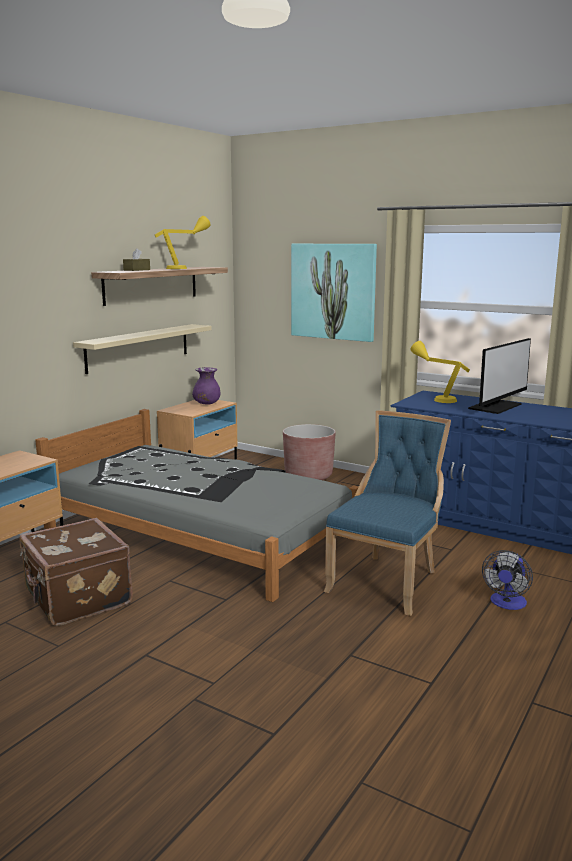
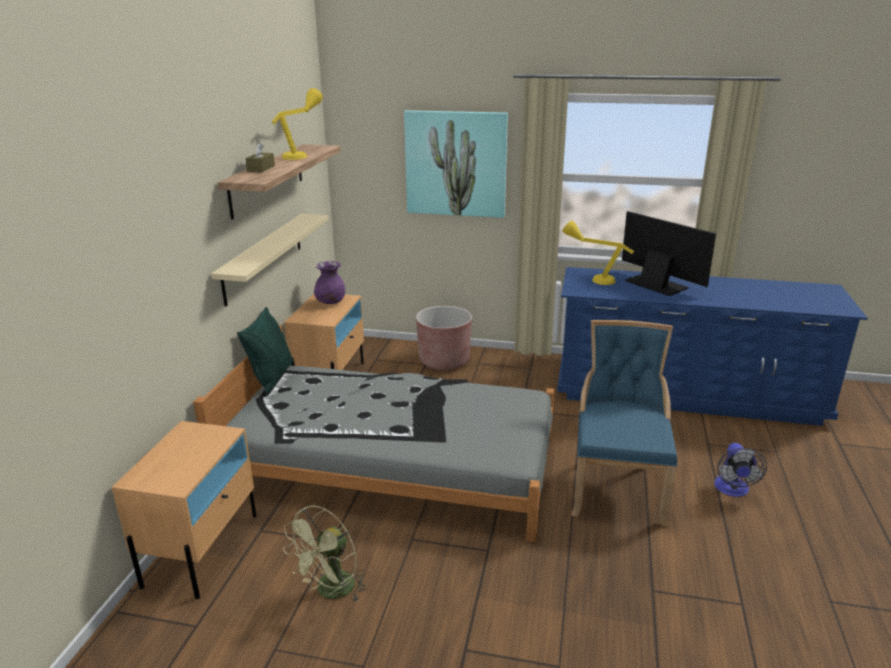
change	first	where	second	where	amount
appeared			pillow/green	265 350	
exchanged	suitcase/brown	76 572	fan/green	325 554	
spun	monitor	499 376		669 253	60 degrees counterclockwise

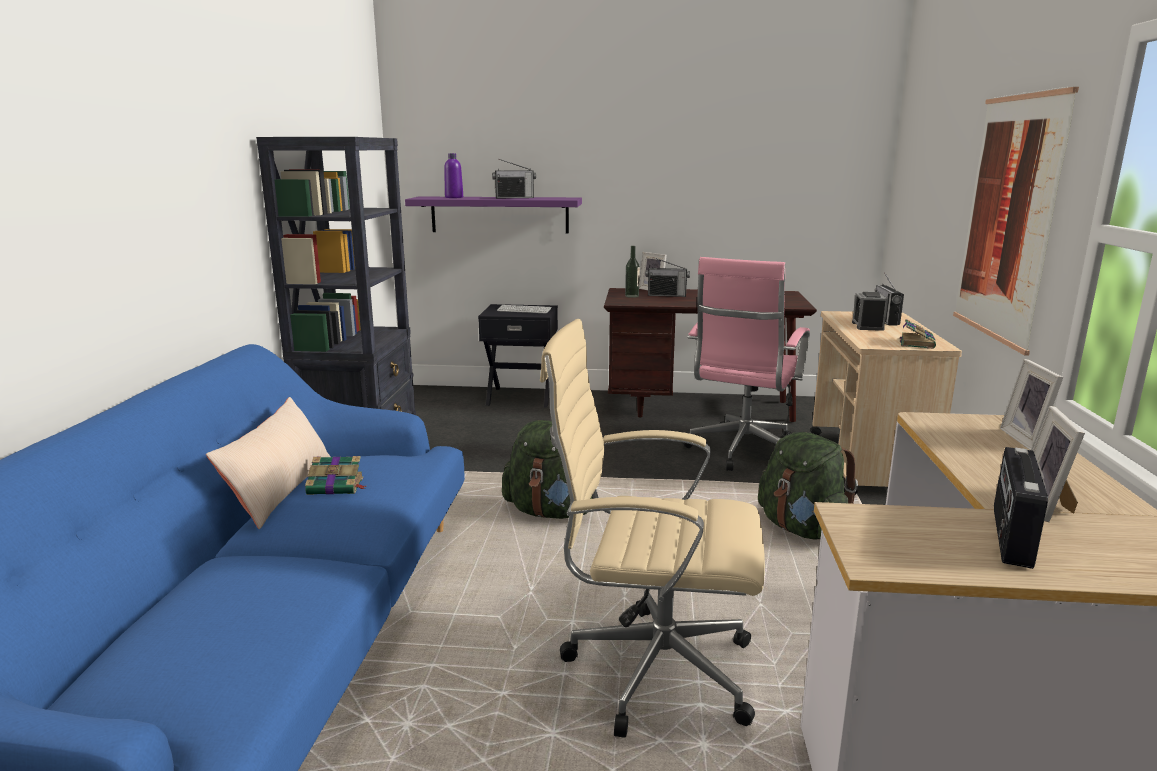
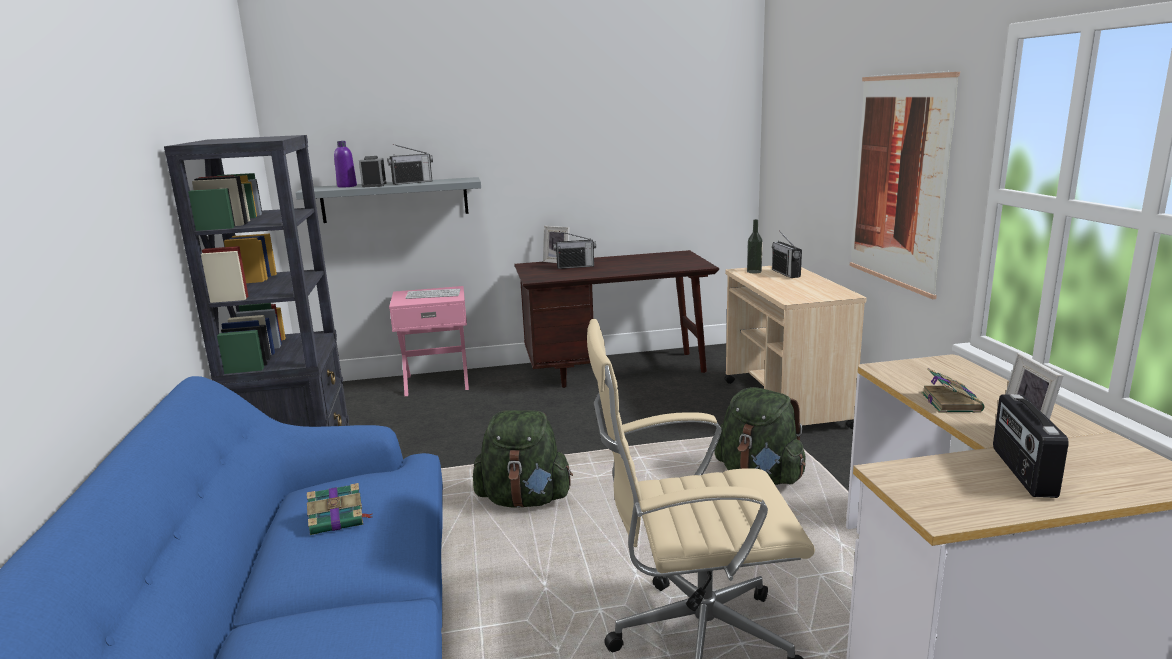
change	first	where	second	where	amount
colour	shelf/purple	493 215	shelf/grey	388 200	
relocated	alarm clock	870 311		373 171	
colour	nightstand/black	518 355	nightstand/pink	429 341	
relocated	bottle	632 272		755 246	
relocated	book	918 334		952 390	
missing	pillow/beige	268 463			
missing	office chair/pink	746 364			
missing	picture frame	1031 404			

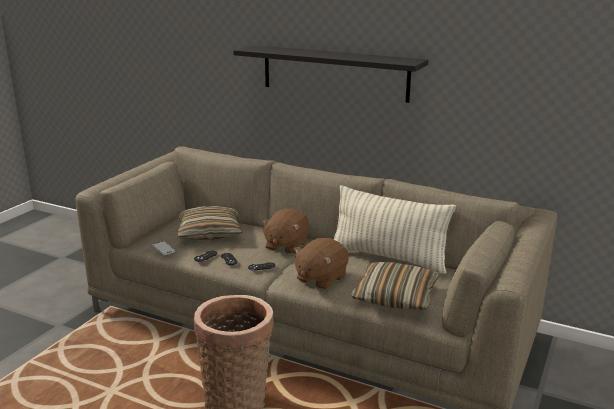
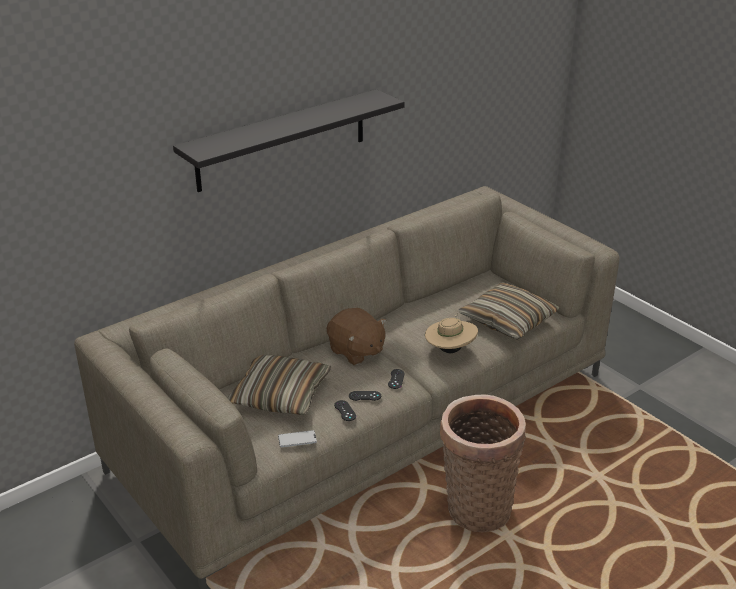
change	first	where	second	where	amount
exchanged	plush toy/brown	321 264	hat/beige	451 333	
missing	pillow	395 229			

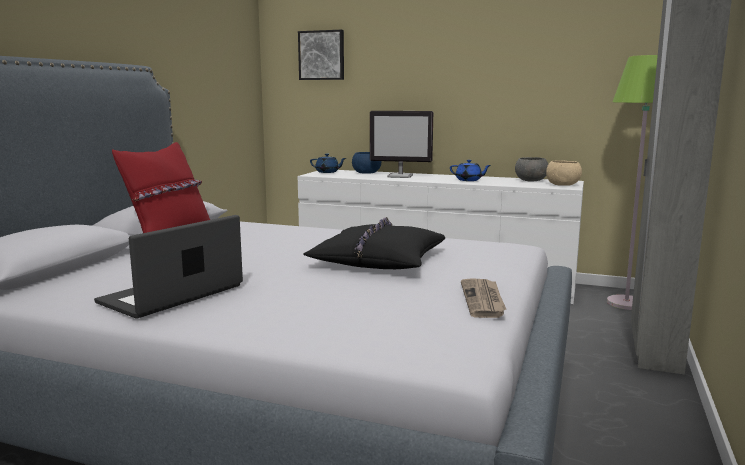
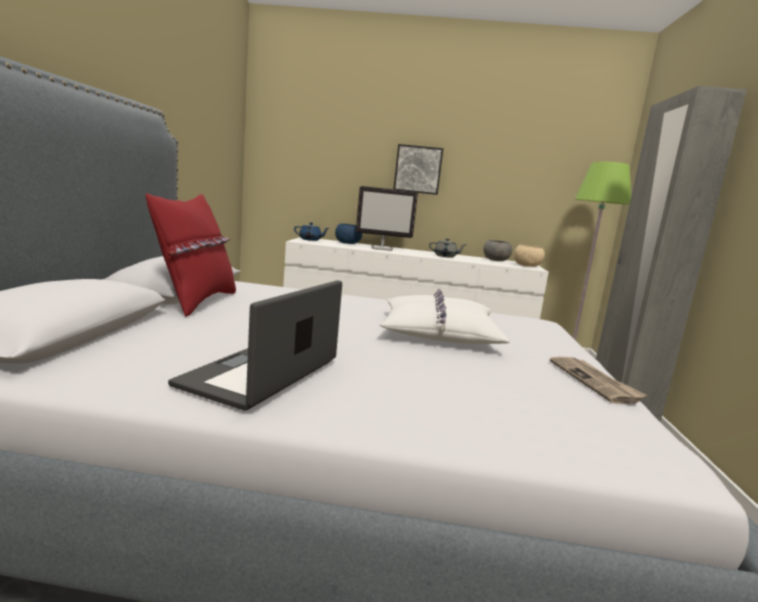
change	first	where	second	where	amount
colour	pillow/black	374 243	pillow/white	445 316	
relocated	picture	321 55		418 169	
colour	teapot/blue	470 170	teapot/grey	447 248	

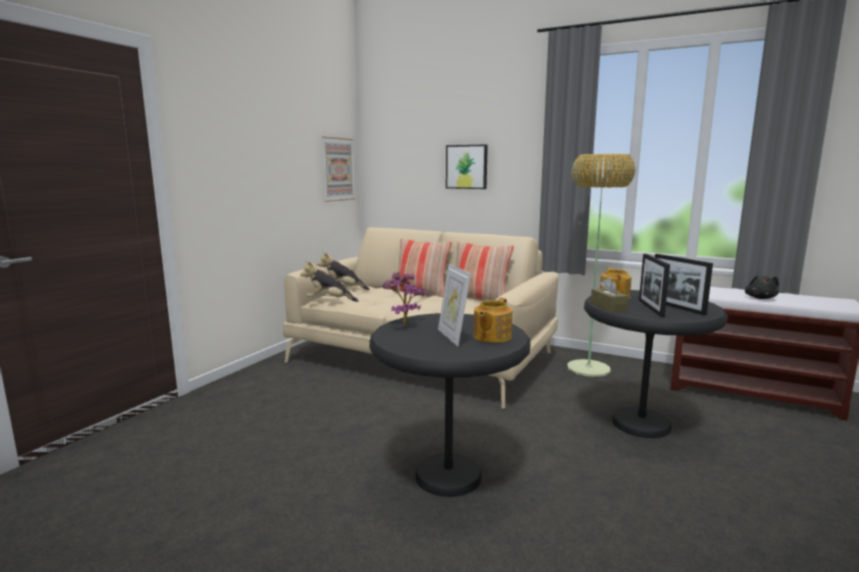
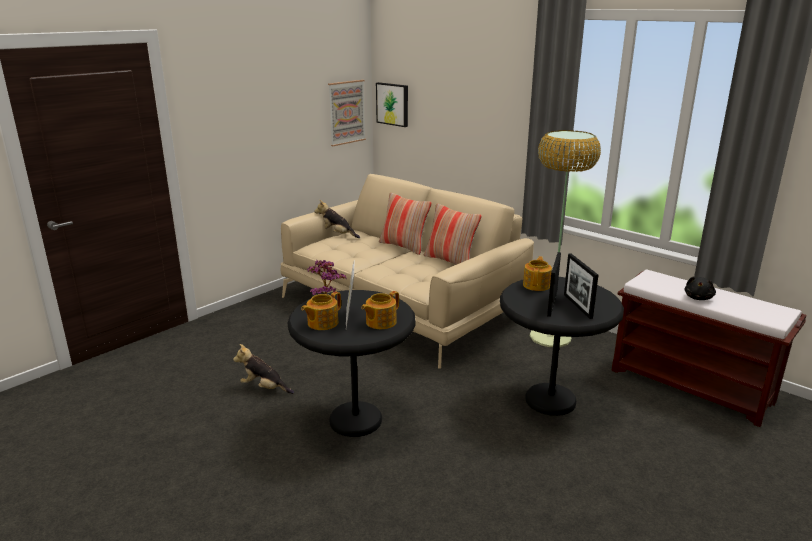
change	first	where	second	where	amount
relocated	plush toy	329 281		263 369	
appeared			teapot	321 311	
relocated	picture	467 166		392 104	
missing	tissue box/brown	610 295			

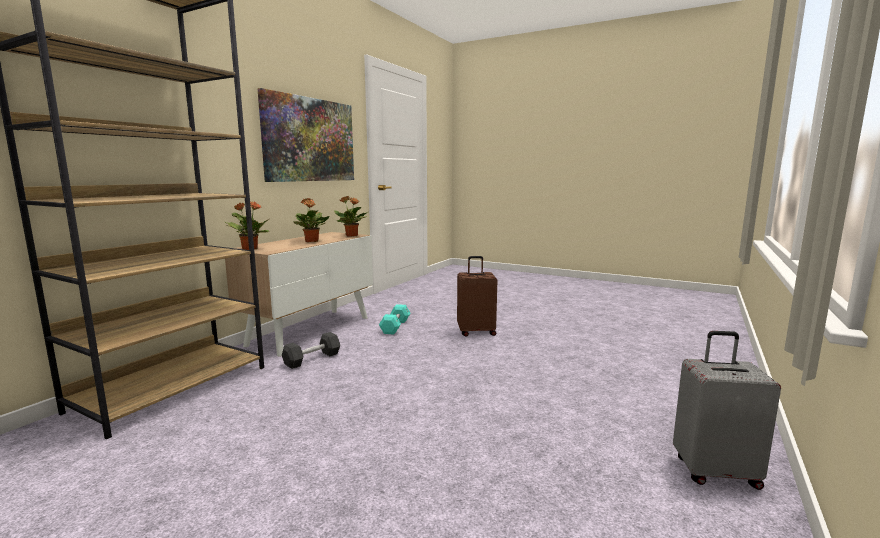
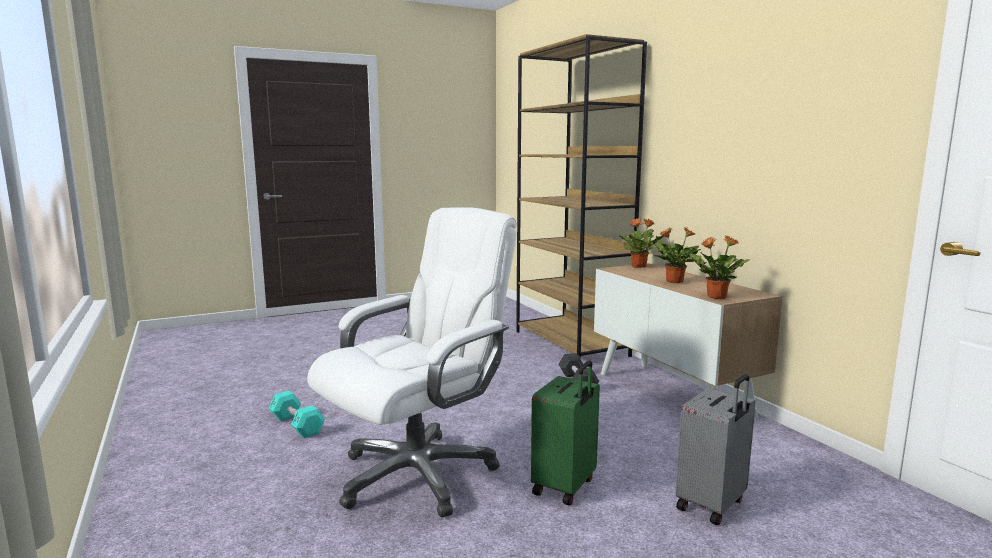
change	first	where	second	where	amount
relocated	dumbbell/turquoise	394 319		297 414	
appeared			office chair/white	412 362	
colour	suitcase/brown	477 296	suitcase/green	565 433	
relocated	suitcase/grey	727 410		715 449	
missing	picture	305 135			

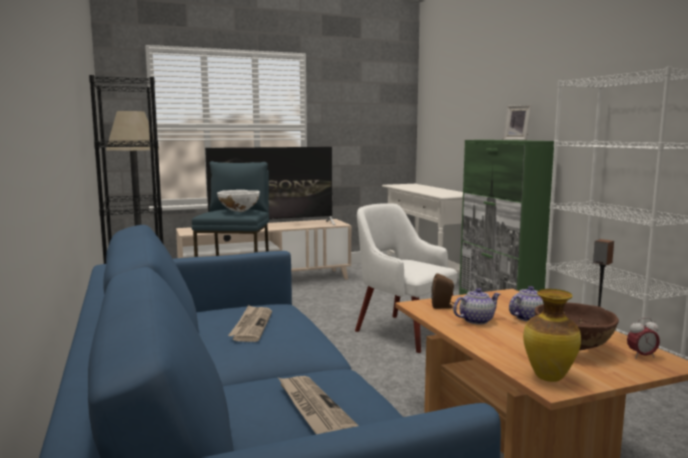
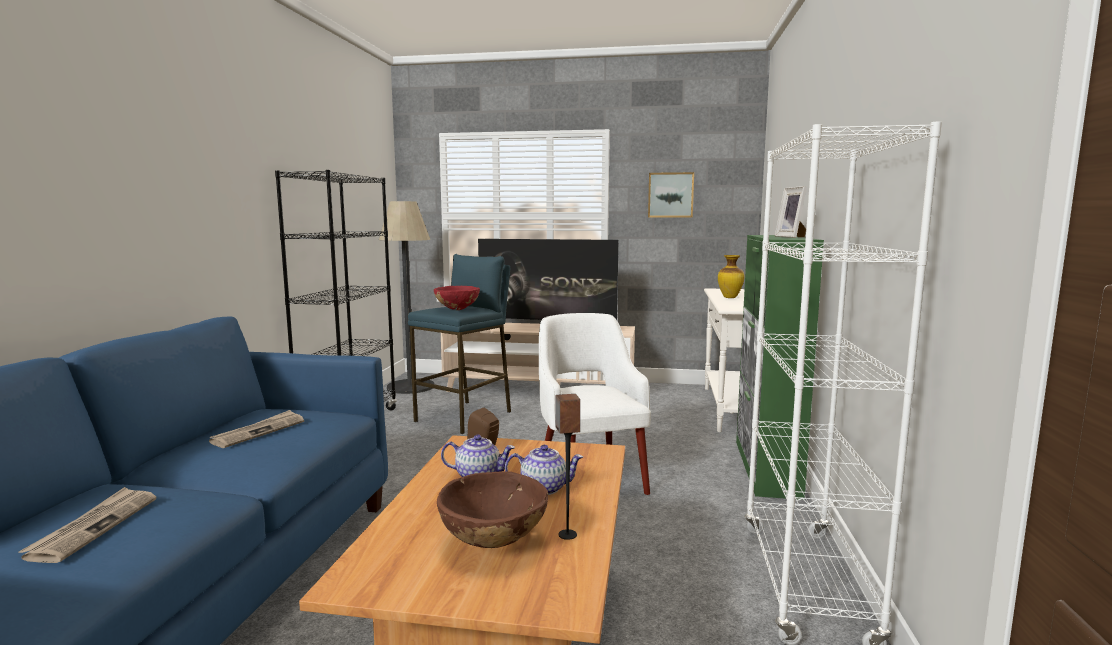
change	first	where	second	where	amount
colour	bowl/white	238 201	bowl/red	457 298	
appeared			picture	671 195	
relocated	vase	552 335		731 276	
missing	alarm clock	643 338			

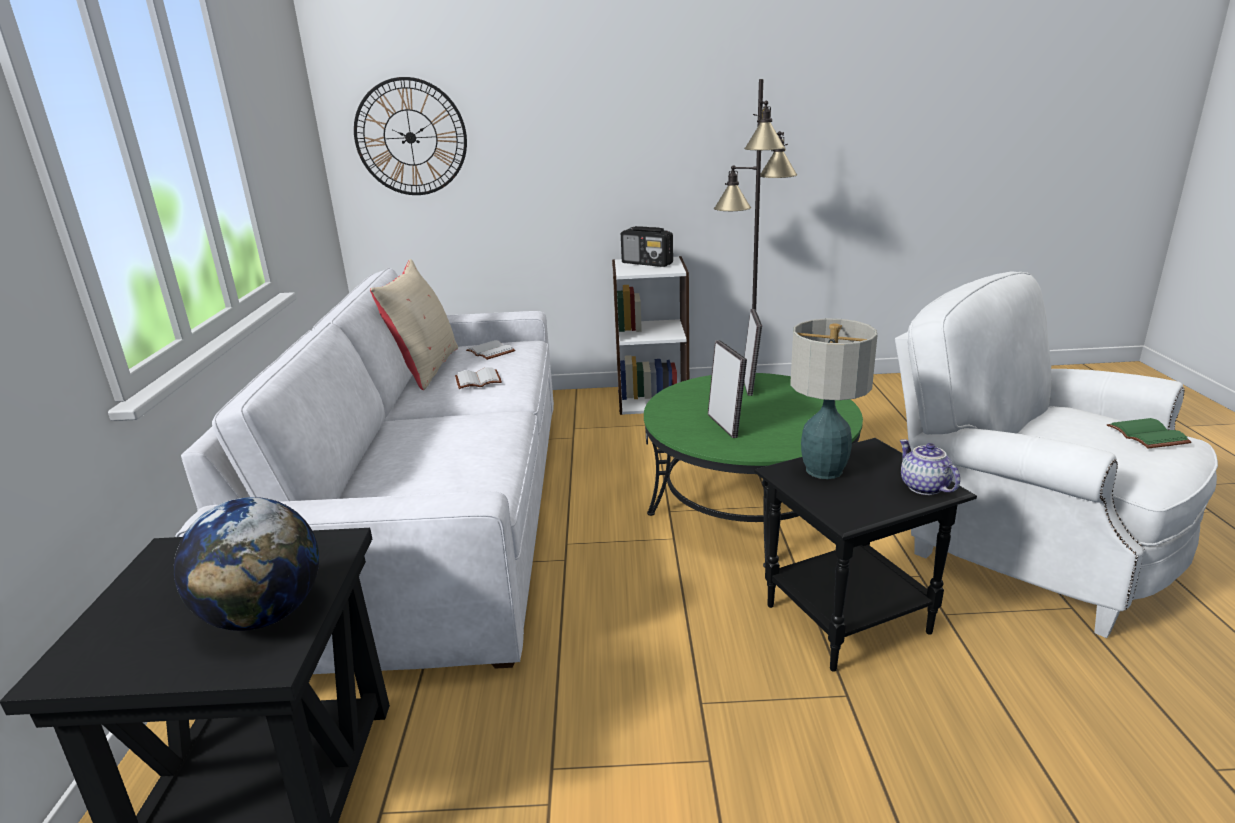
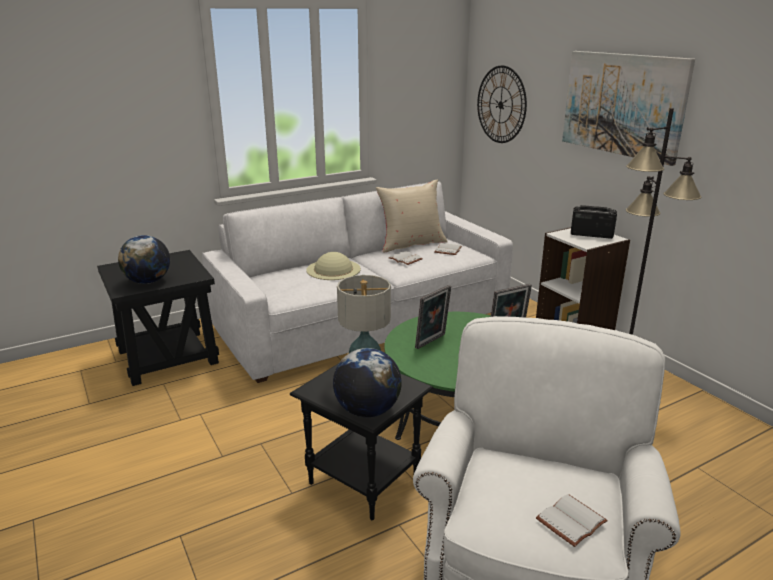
change	first	where	second	where	amount
appeared			hat/beige	333 266	
exchanged	teapot	930 467	globe	367 382	
colour	book/green	1149 433	book/white	572 520	
appeared			picture	628 108	
spun	radio	647 246		594 222	105 degrees clockwise

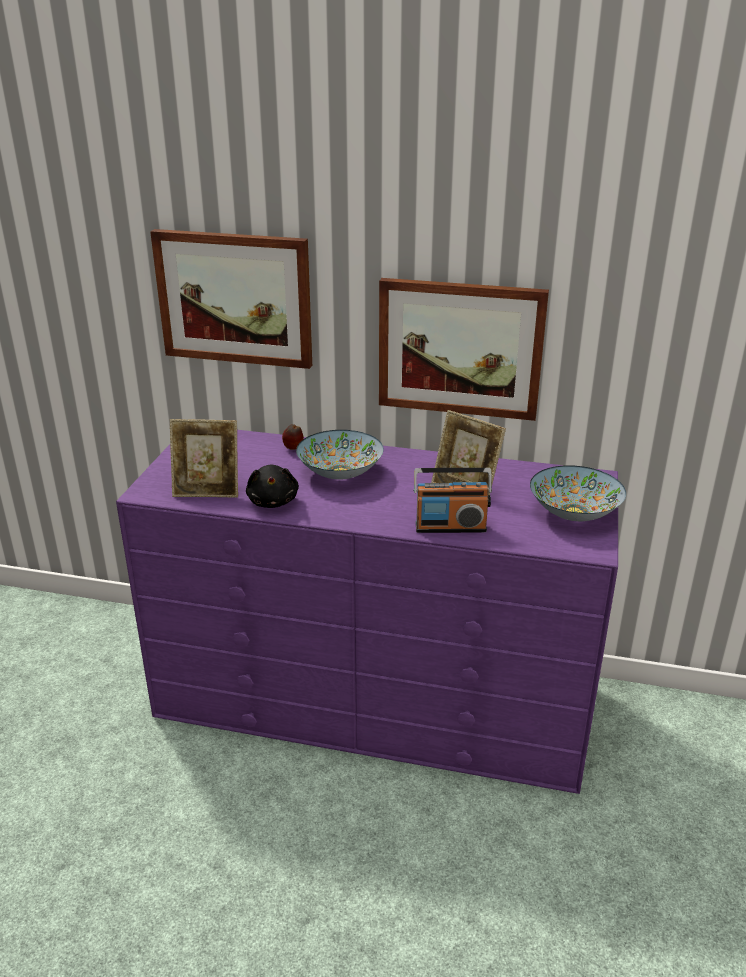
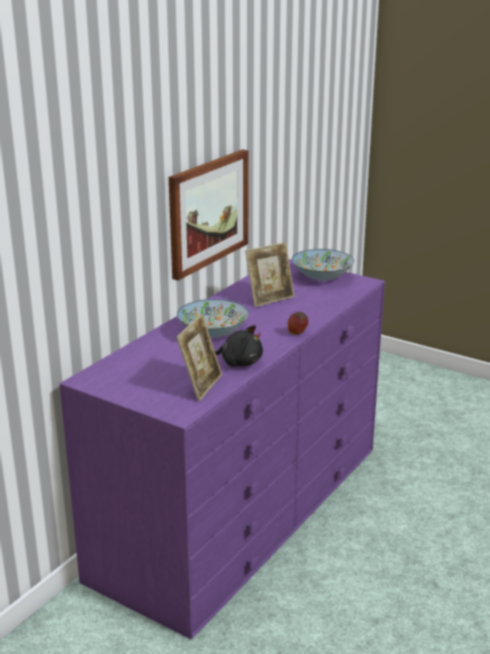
change	first	where	second	where	amount
relocated	apple	293 437		297 323	
missing	picture	231 299			
missing	radio	452 500			

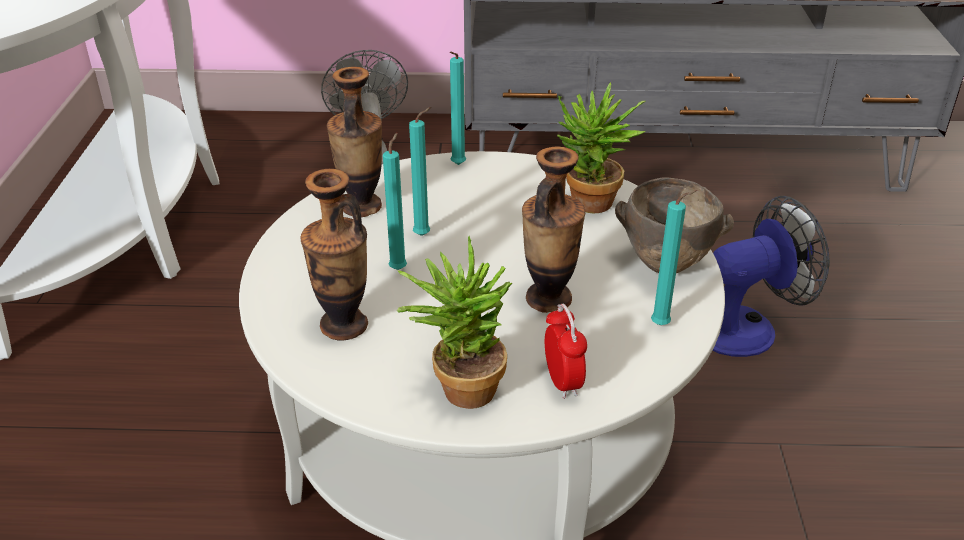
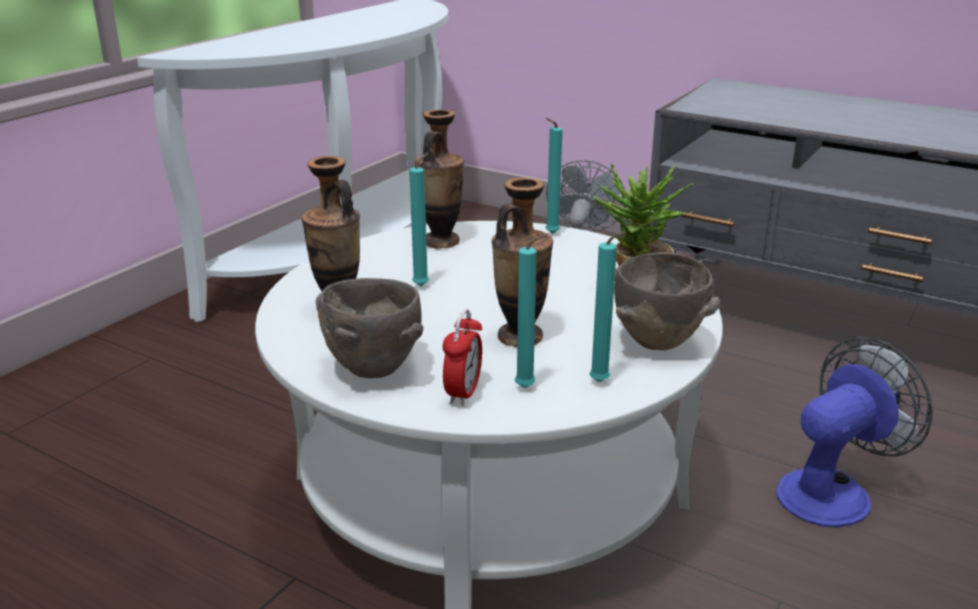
change	first	where	second	where	amount
exchanged	potted plant	454 322	bowl/brown	369 328	
relocated	candle/turquoise	420 171		531 311	
spun	fan	771 276		854 432	45 degrees counterclockwise

